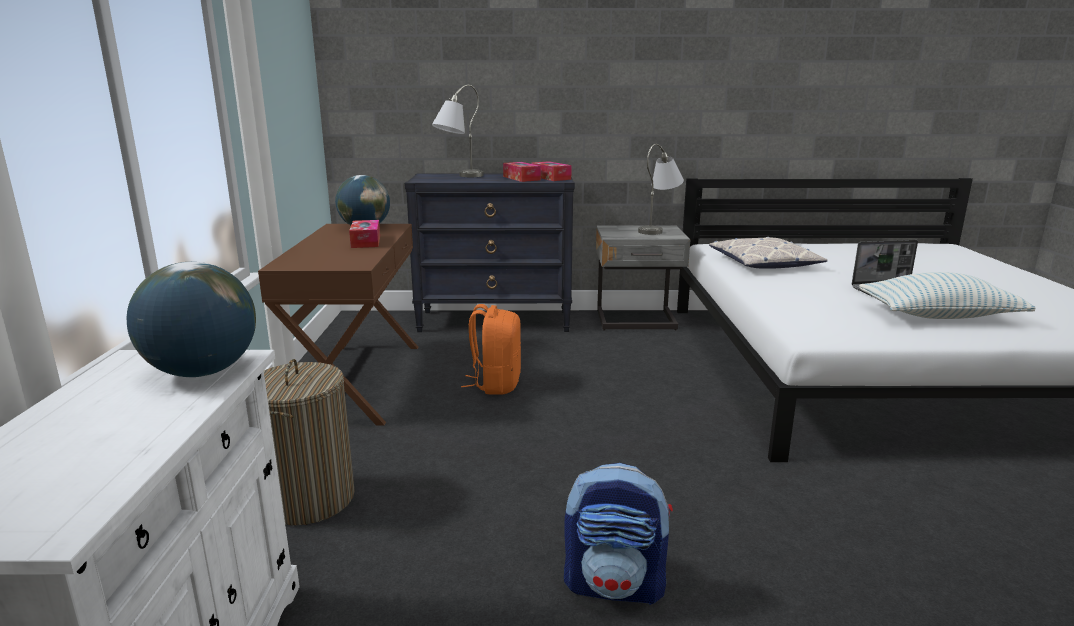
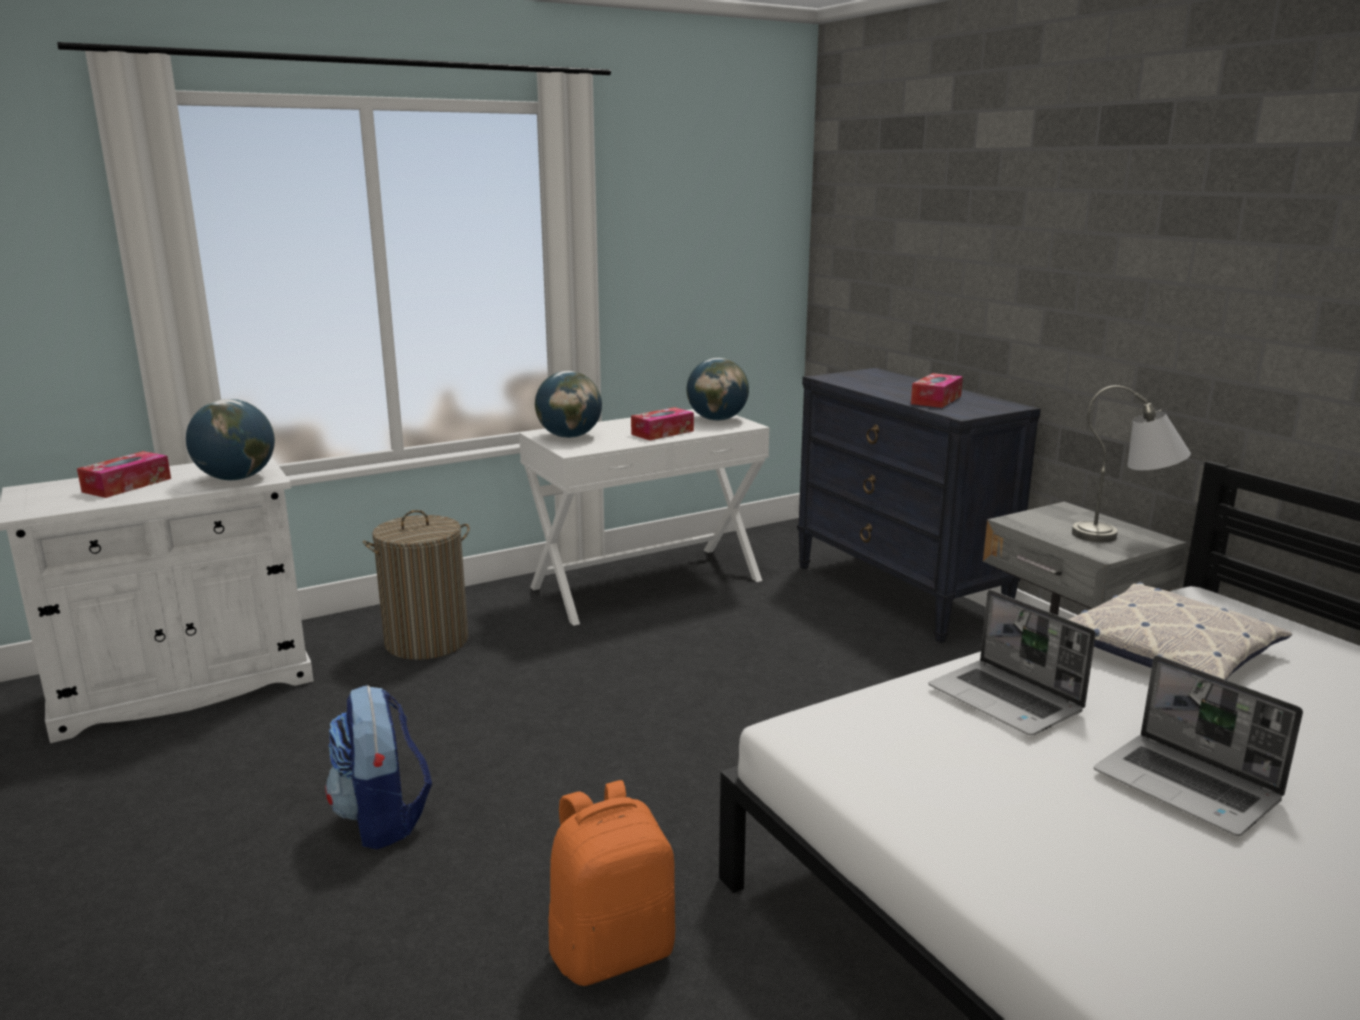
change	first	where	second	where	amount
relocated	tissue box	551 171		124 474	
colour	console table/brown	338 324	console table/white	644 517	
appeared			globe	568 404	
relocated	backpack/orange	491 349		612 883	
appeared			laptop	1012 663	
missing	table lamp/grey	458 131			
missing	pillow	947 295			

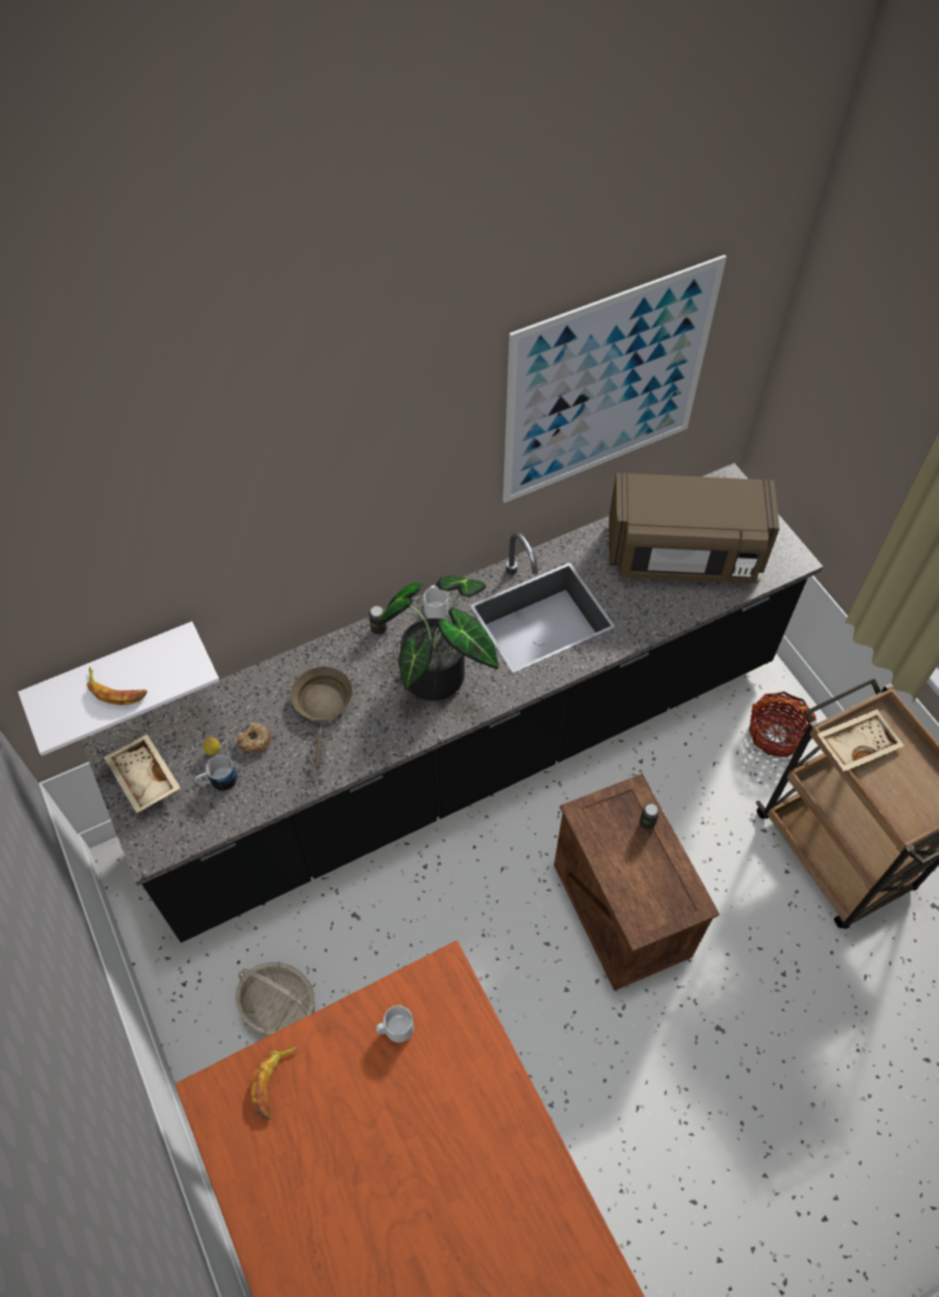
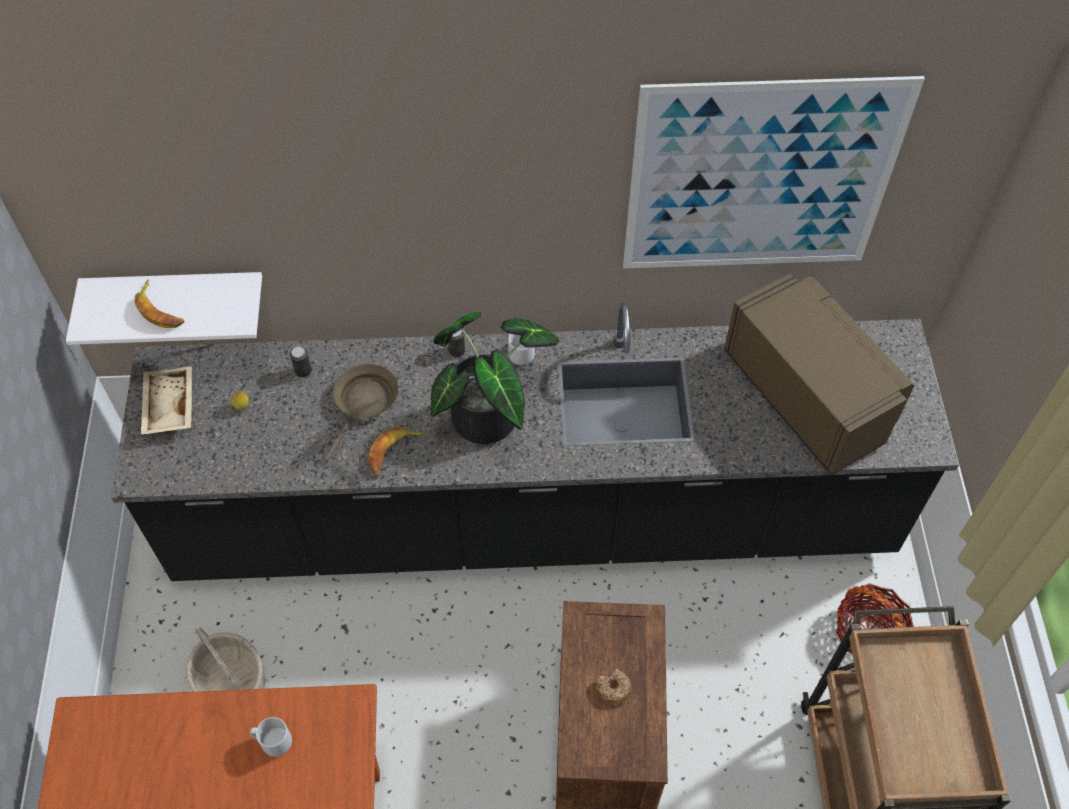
change	first	where	second	where	amount
relocated	can	649 816		301 362	
relocated	banana	274 1083		396 451	
relocated	donut	254 737		613 686	
spun	microwave/brown	694 528		819 374	150 degrees counterclockwise
missing	mug	216 773			
missing	tray/beige	860 740			

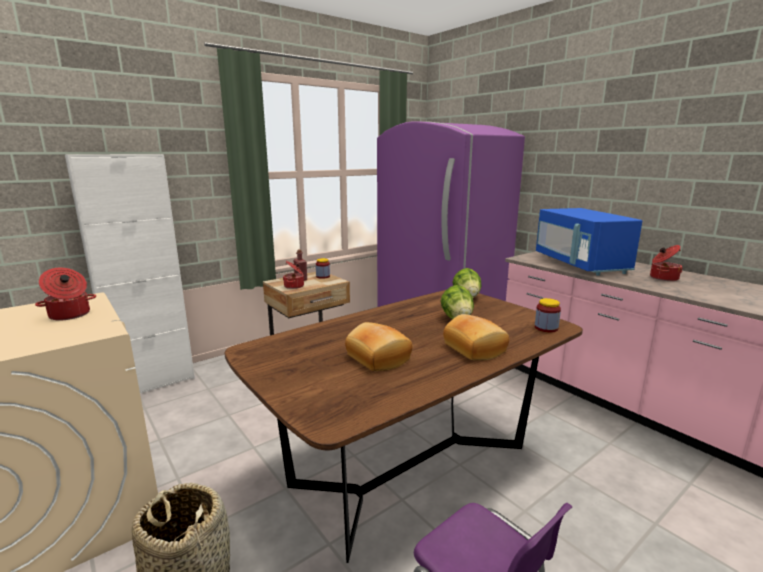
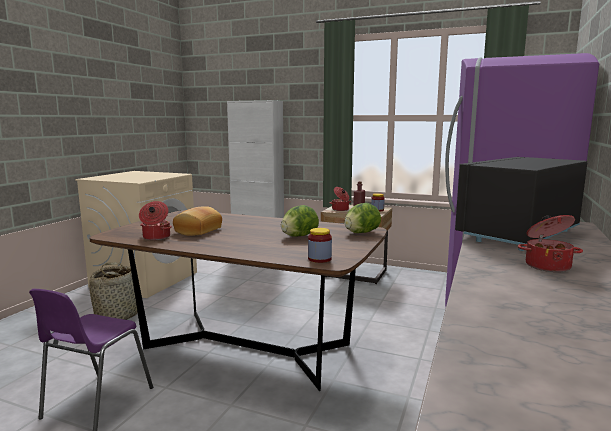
change	first	where	second	where	amount
relocated	cooking pot	65 294		155 220	
colour	microwave/blue	589 242	microwave/black	521 204	
missing	bread	476 337			

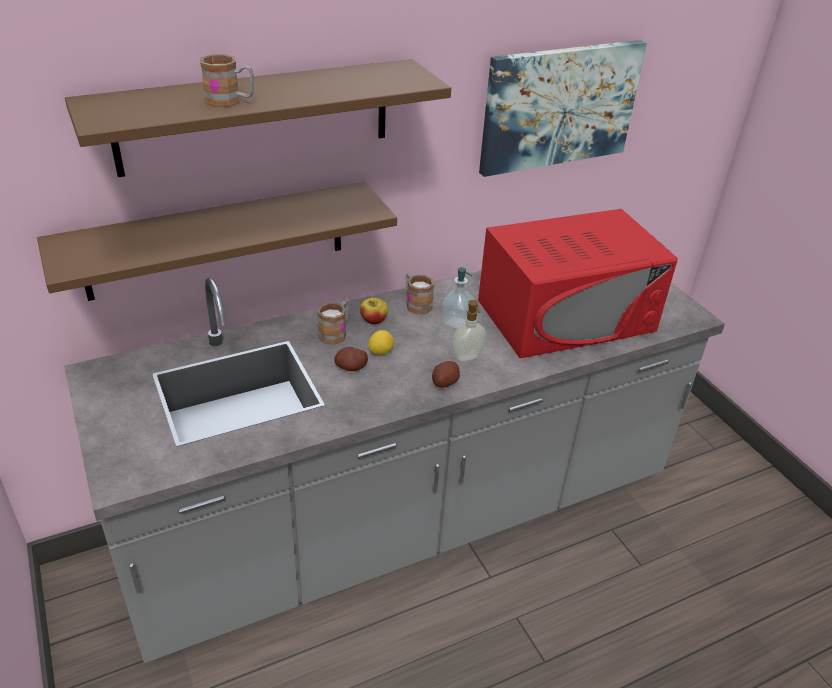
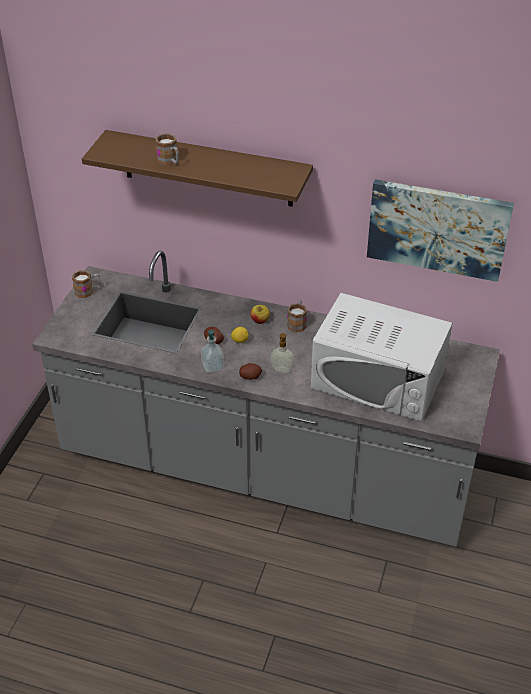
change	first	where	second	where	amount
relocated	mug	332 323		86 284	
relocated	soap dispenser	458 298		212 351	
colour	microwave/red	578 283	microwave/white	381 357	
missing	shelf/brown	217 241			

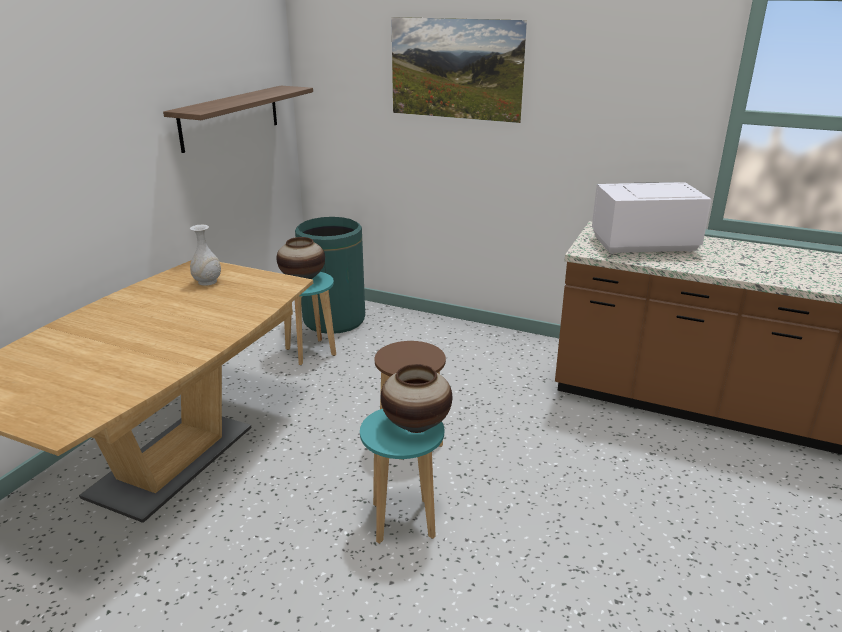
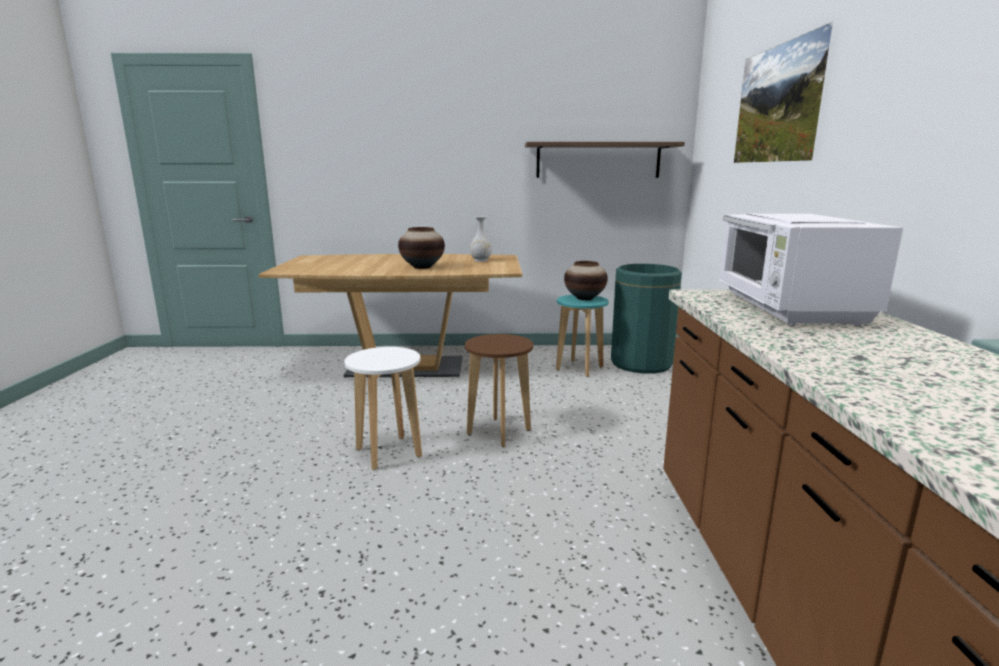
change	first	where	second	where	amount
colour	stool/turquoise	402 476	stool/white	383 408	
relocated	vase	416 398		421 248	
spun	microwave/white	652 218		811 270	150 degrees counterclockwise

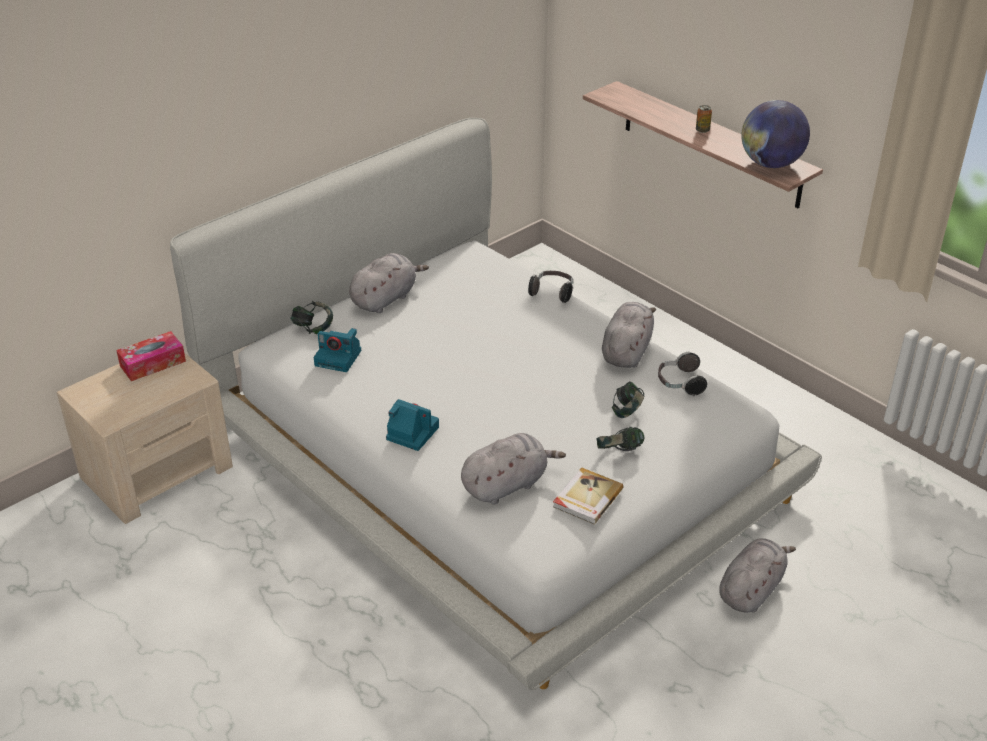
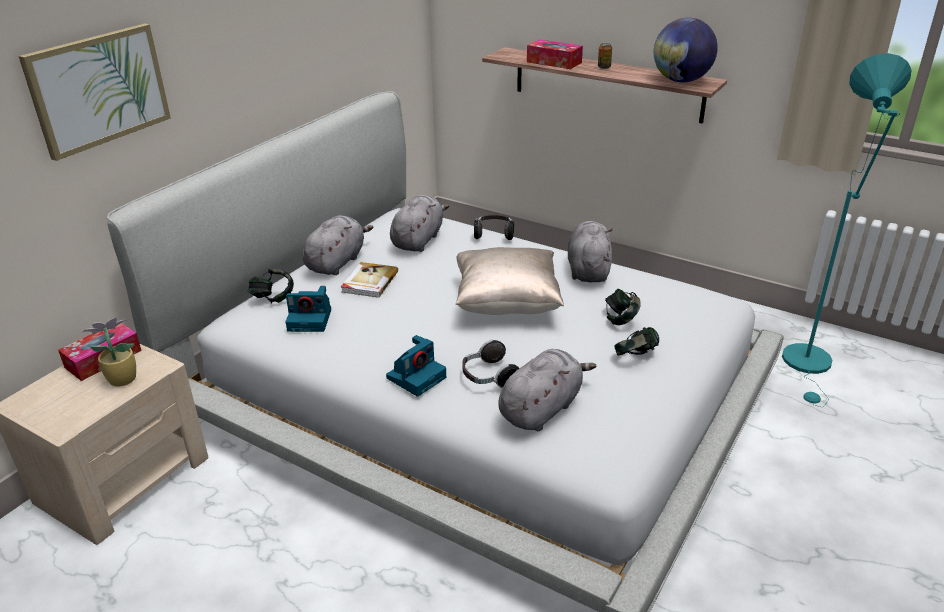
change	first	where	second	where	amount
appeared			picture	95 92	
appeared			potted plant	108 351	
relocated	book	588 495		369 280	
spun	photo camera	412 425		416 366	120 degrees clockwise
relocated	plush toy/grey	757 575		419 223	
appeared			pillow/beige	510 281	
relocated	headphones	682 374		490 364	
appeared			tissue box	555 54	
appeared			floor lamp/turquoise	847 230	

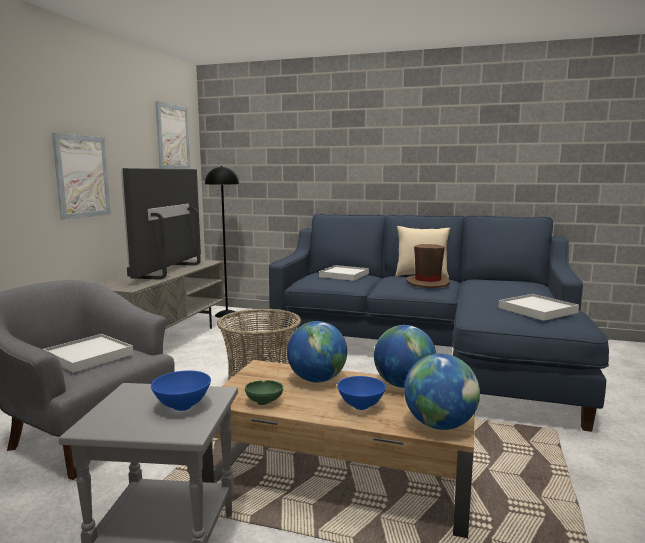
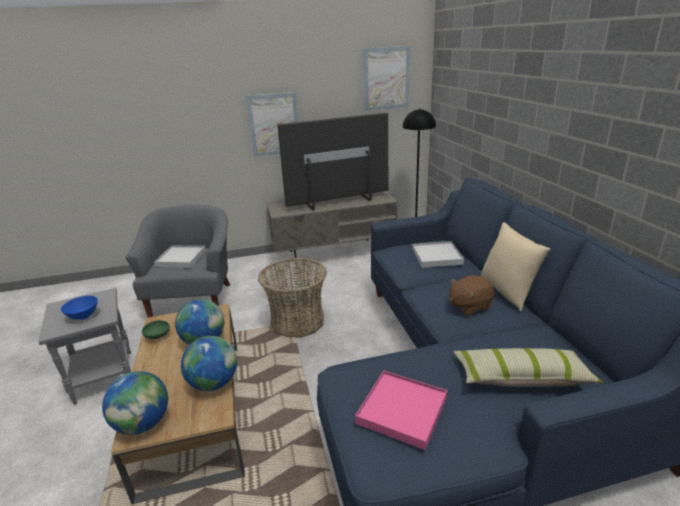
change	first	where	second	where	amount
colour	tray/white	538 307	tray/pink	401 410	
exchanged	hat/brown	428 266	plush toy/brown	472 295	
appeared			pillow	528 367	
missing	bowl/blue	361 393			

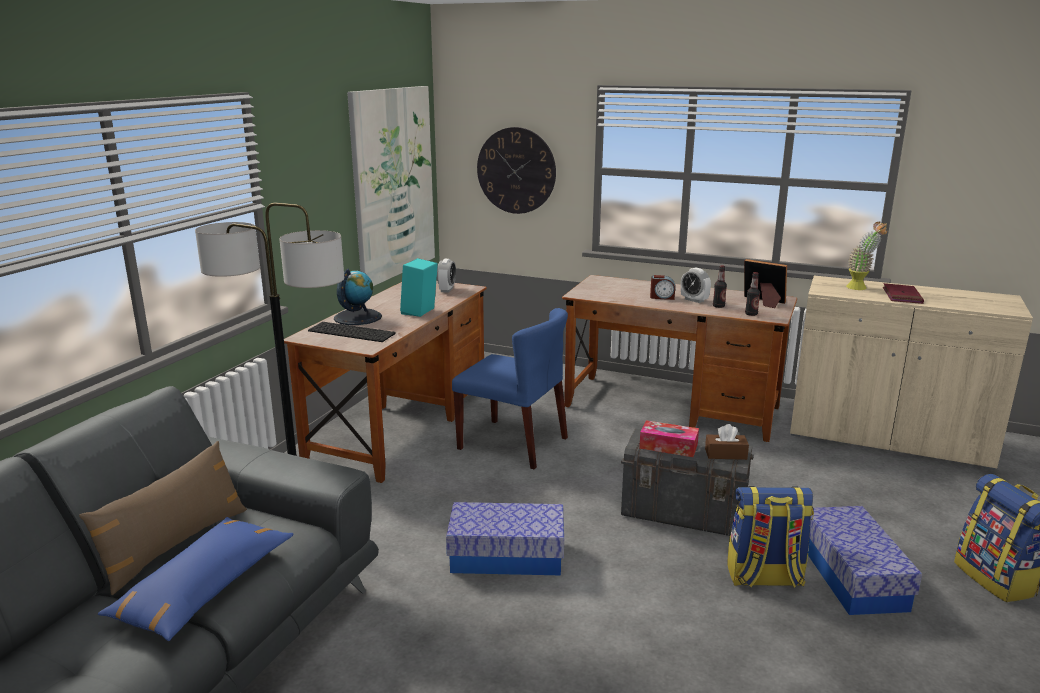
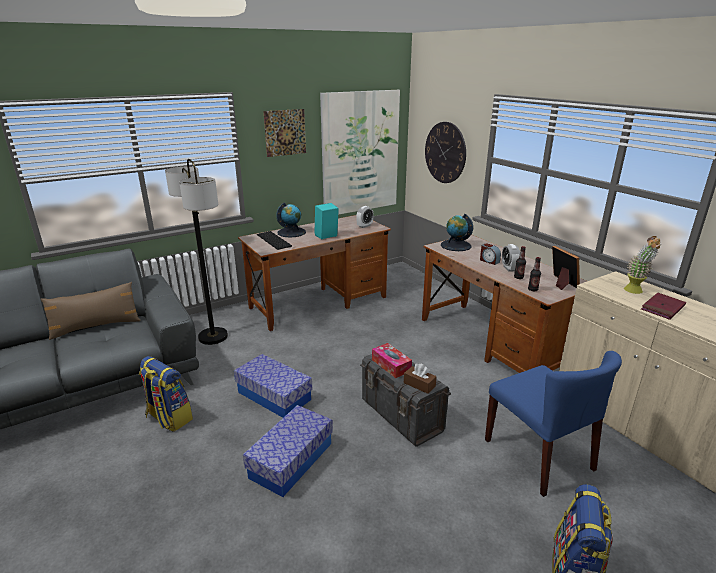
change	first	where	second	where	amount
relocated	backpack	770 537		166 394	
relocated	storage box	865 560		288 451	
appeared			picture	285 133	
appeared			globe	457 232	
relocated	chair/blue	510 389		553 424	
missing	pillow/blue	196 579			

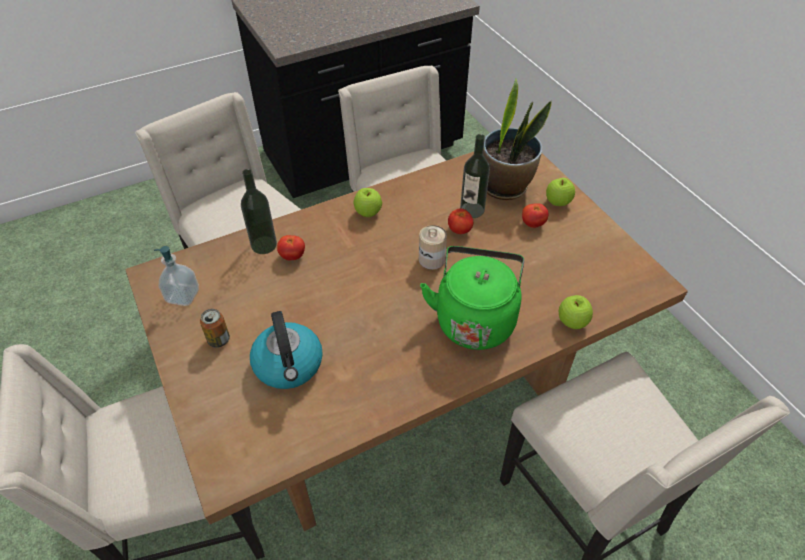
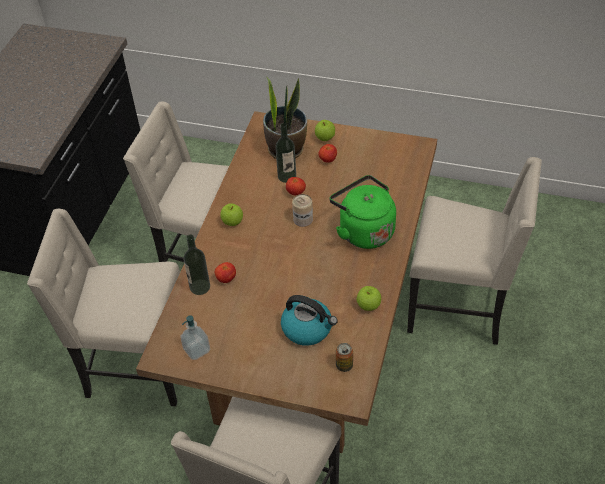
change	first	where	second	where	amount
relocated	can	215 328		344 357	
relocated	apple	576 312		369 298	

